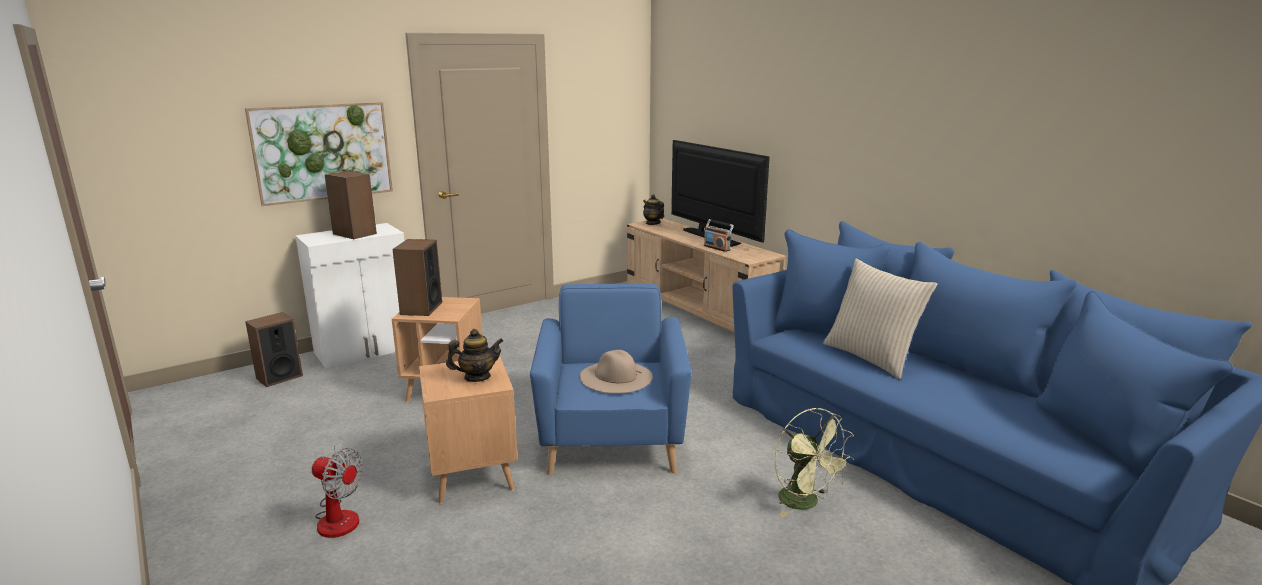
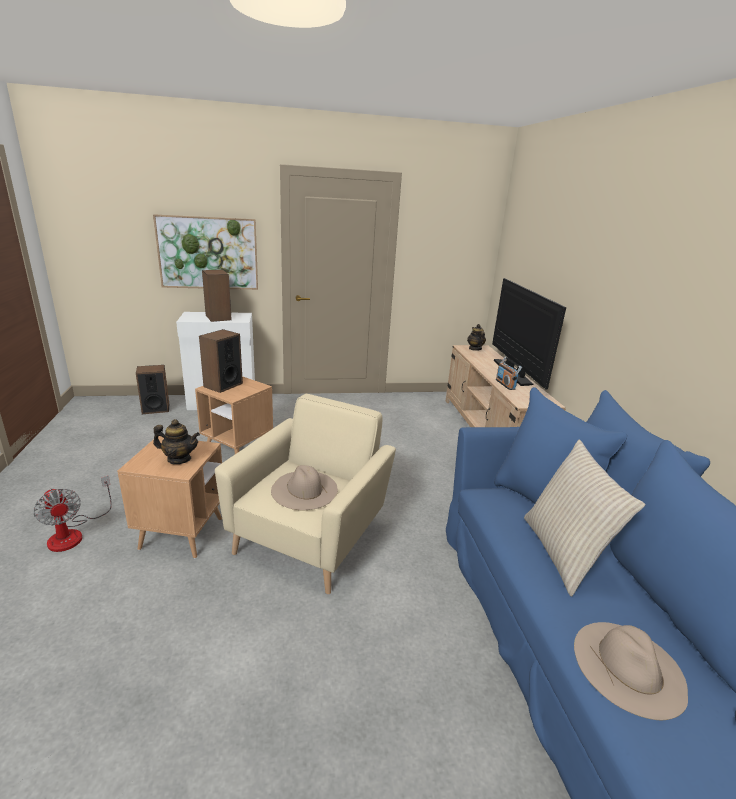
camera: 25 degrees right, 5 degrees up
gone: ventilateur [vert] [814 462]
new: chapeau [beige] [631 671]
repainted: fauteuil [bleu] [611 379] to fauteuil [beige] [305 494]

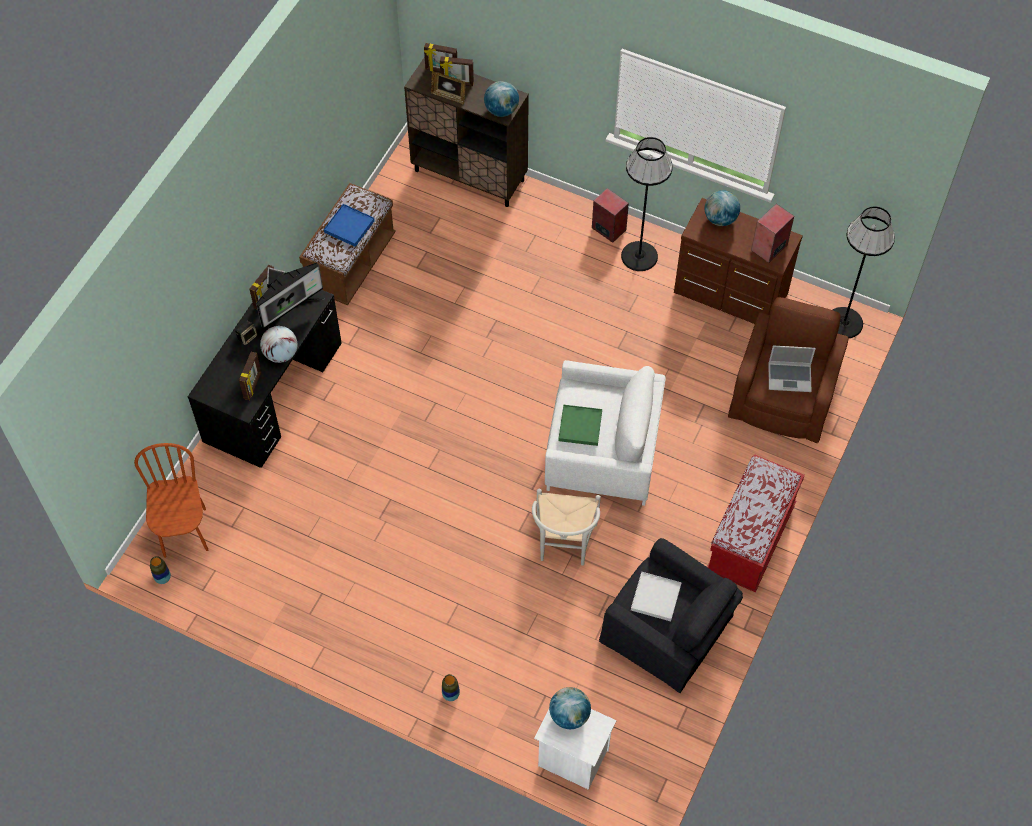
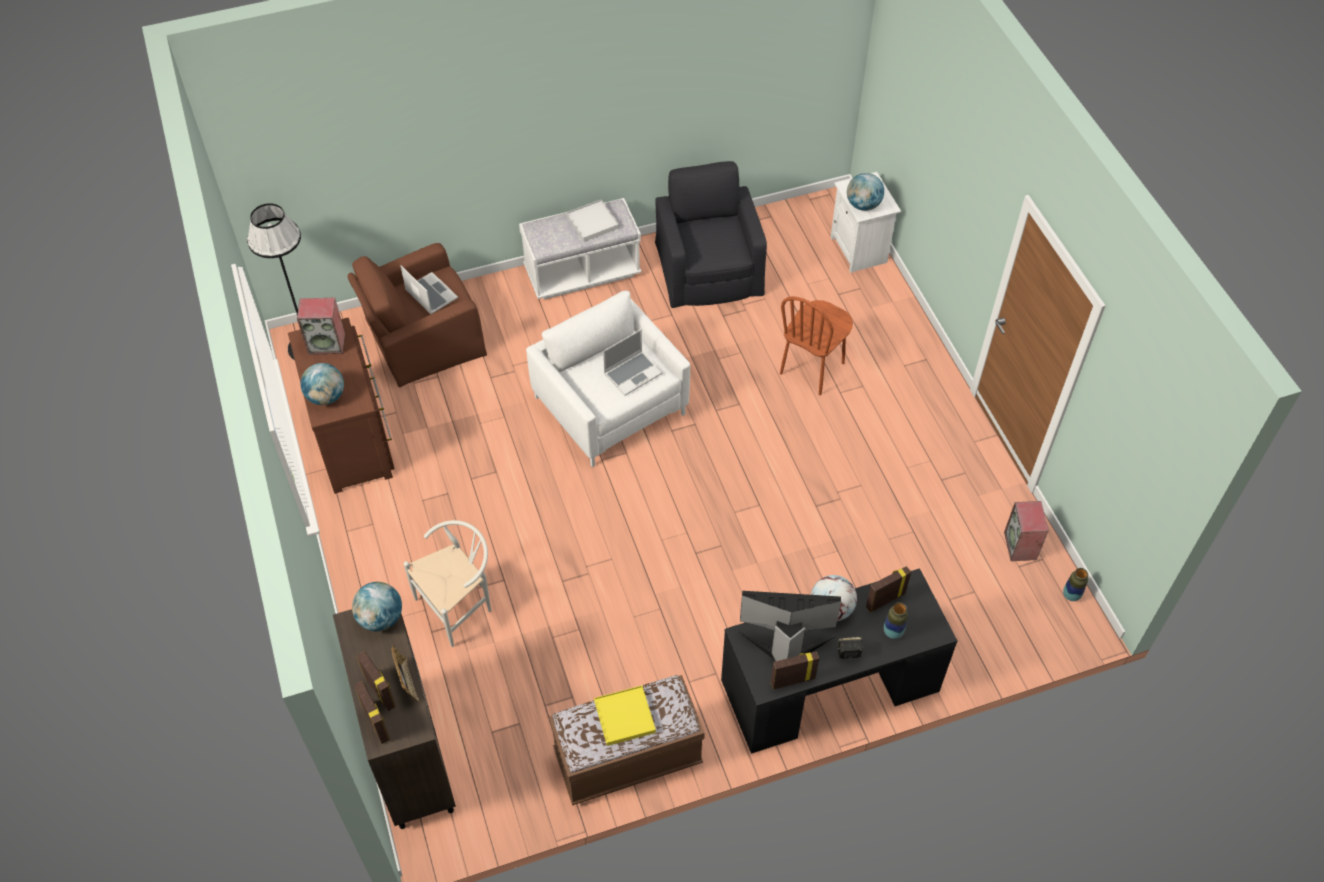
camera: 135 degrees left, 5 degrees down
gone: lampadaire [noir] [647 204]
shifted: chaise [blanc] [566 527] to [447 583]; plateau [blanc] [656 596] to [592 221]; chaise [marron] [171 500] to [816 345]; vase [451 687] to [896 620]; enceinte [610 215] to [1026 531]
swapped: plateau [vert] [580 425] to ordinateur portable [632 362]
repainted: banc [rouge] [755 523] to banc [blanc] [580 248]; plateau [bleu] [349 225] to plateau [jaune] [625 715]

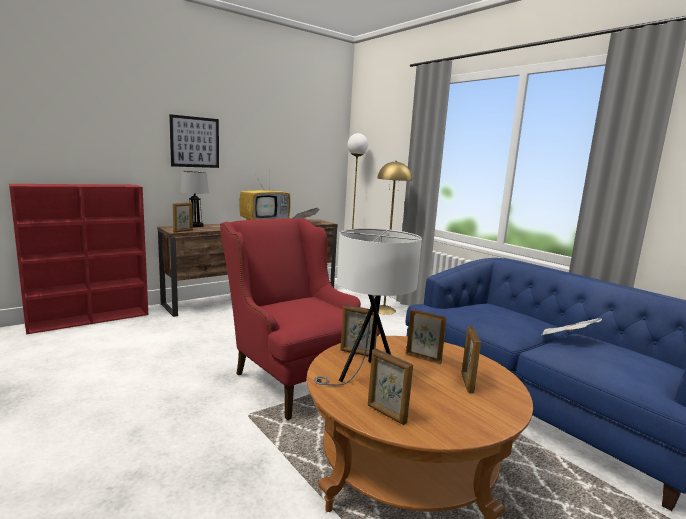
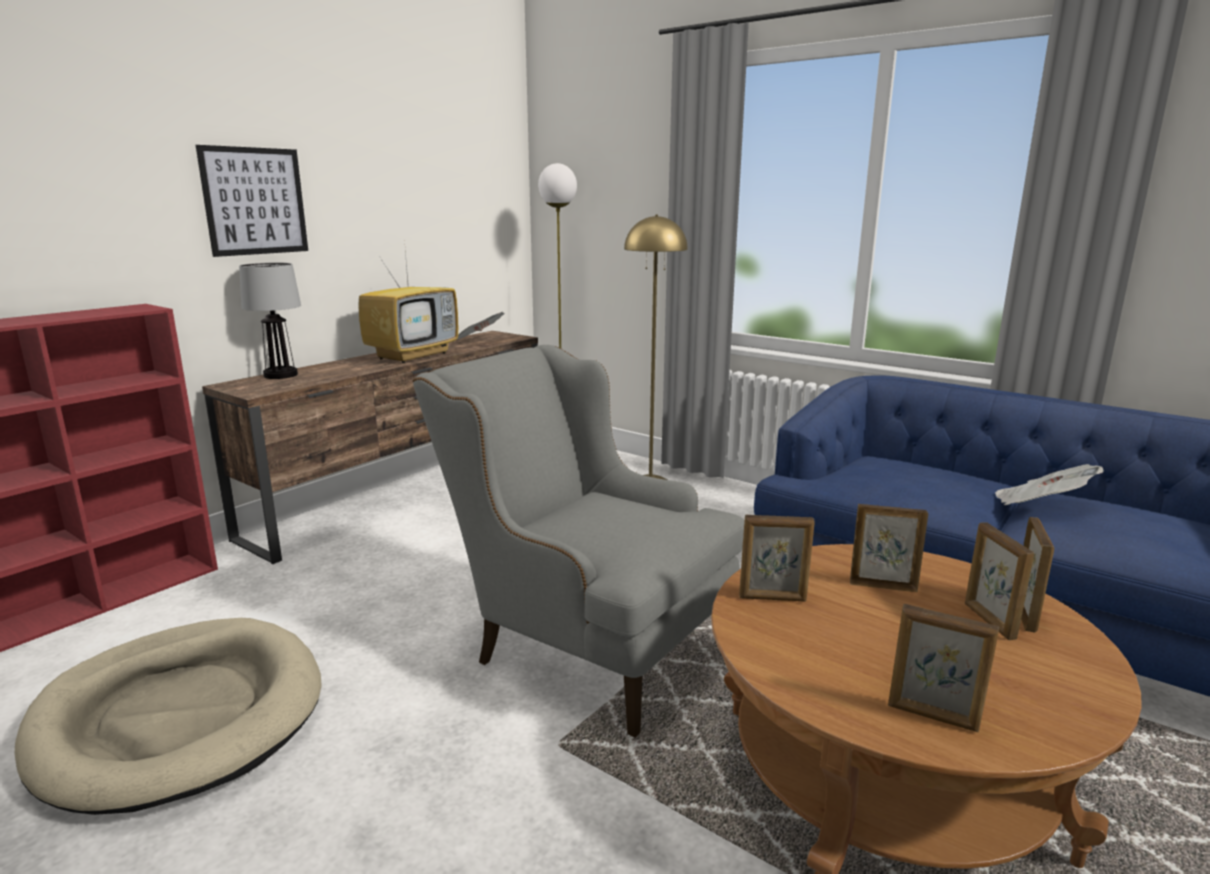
camera: 15 degrees left, 5 degrees up
gone: lampe de table [blanc] [368 306]
new: panier pour chien [beige] [168 716]
shifted: cadre photo [183 217] to [1037 575]
repainted: fauteuil [rouge] [300 319] to fauteuil [gris] [578 541]

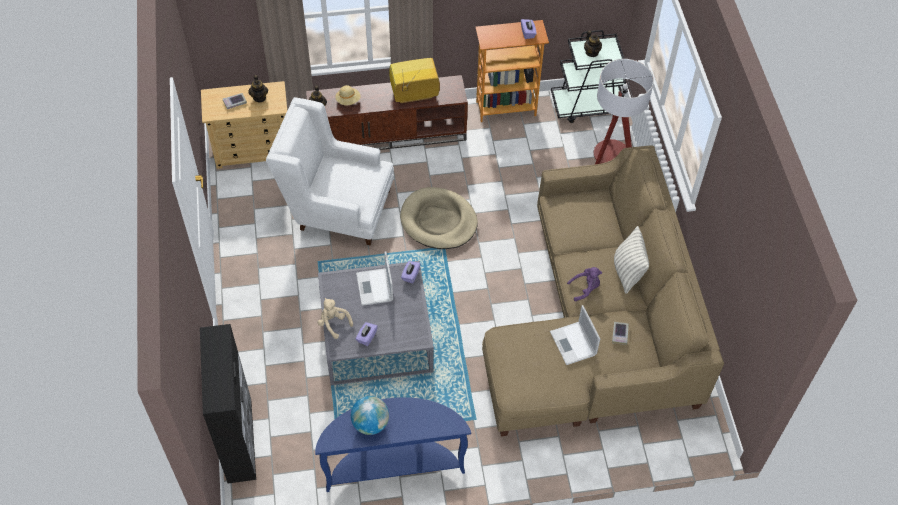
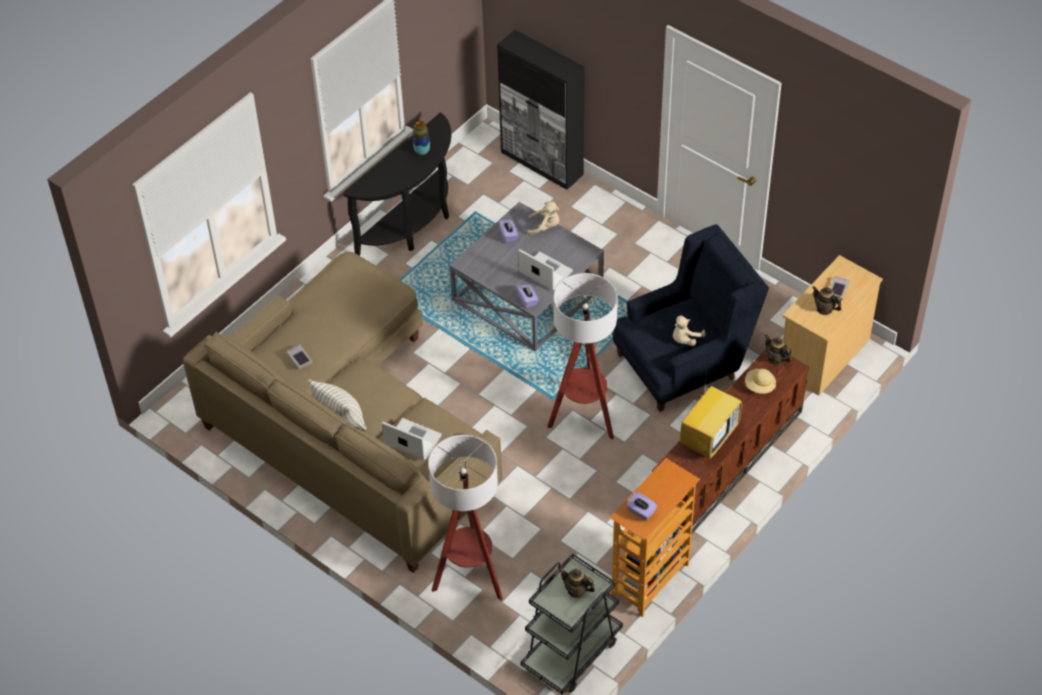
camera: 140 degrees right, 5 degrees down
gone: peluche [violet] [584 284]
new: peluche [beige] [689 331]
shifted: ordinateur portable [575 335] to [412 439]
swapped: globe [370 415] to vase [421 138]; panier pour chien [beige] [439 218] to lampadaire [582 356]
repainted: table console [bleu] [393 444] to table console [noir] [397 184]; fauteuil [blanc] [330 171] to fauteuil [bleu] [691 318]

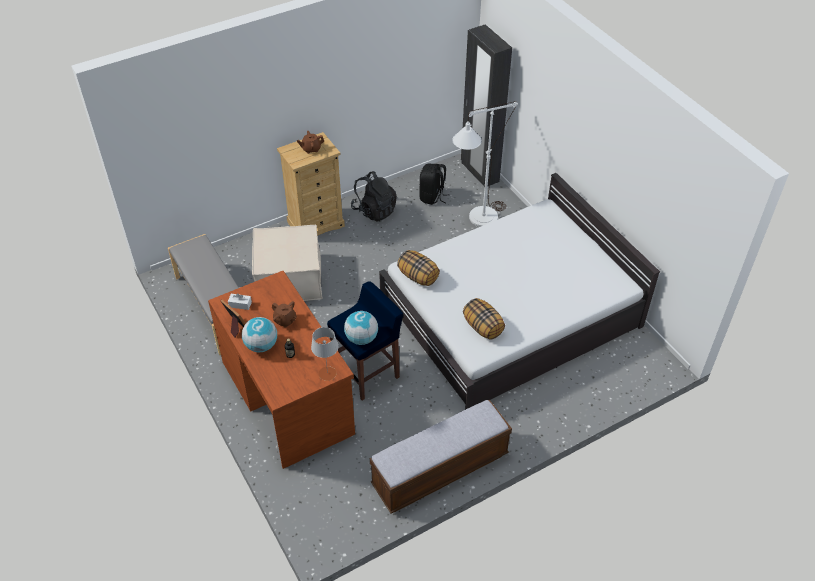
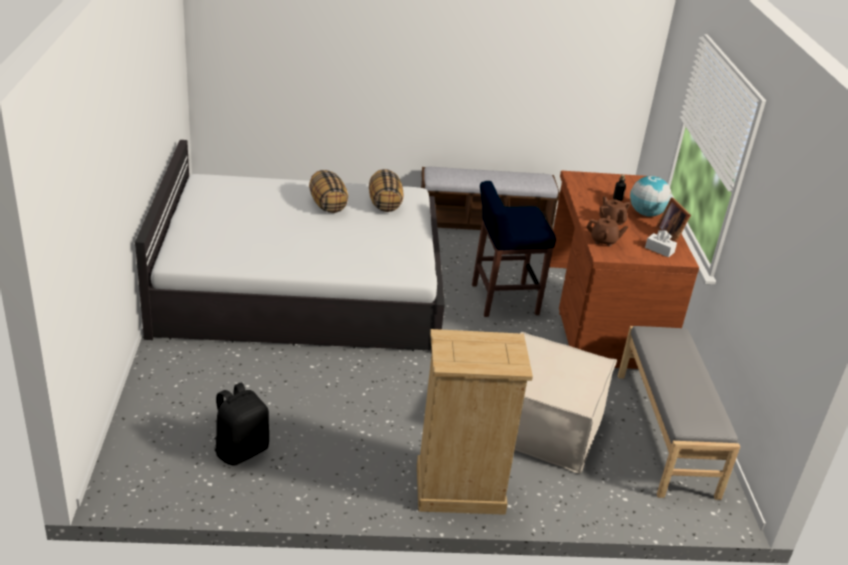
camera: 155 degrees left, 15 degrees down
gone: lampe de table [gris] [324 354]; globe [361 328]; sac à dos [noir] [374 196]; lampadaire [blanc] [484 164]; armoire [noir] [486 106]
shifted: coussin [418 268] to [328 191]; théière [marron] [310 142] to [607 231]

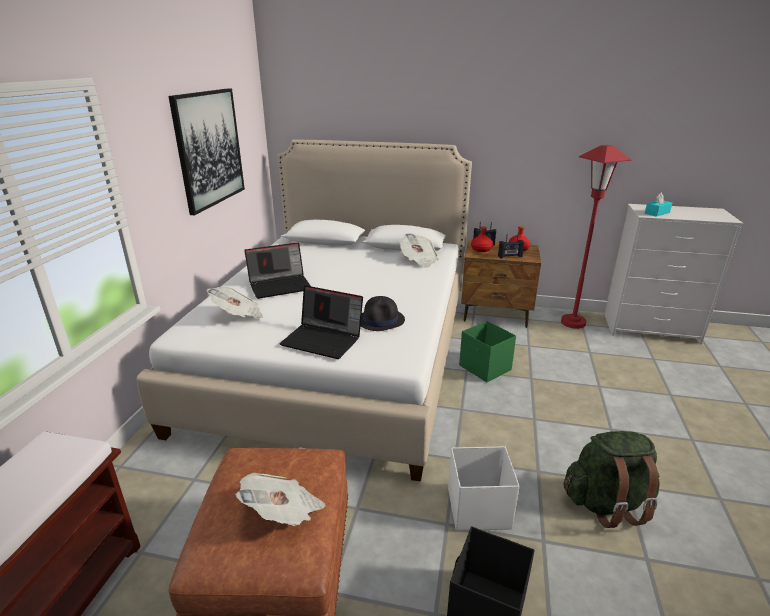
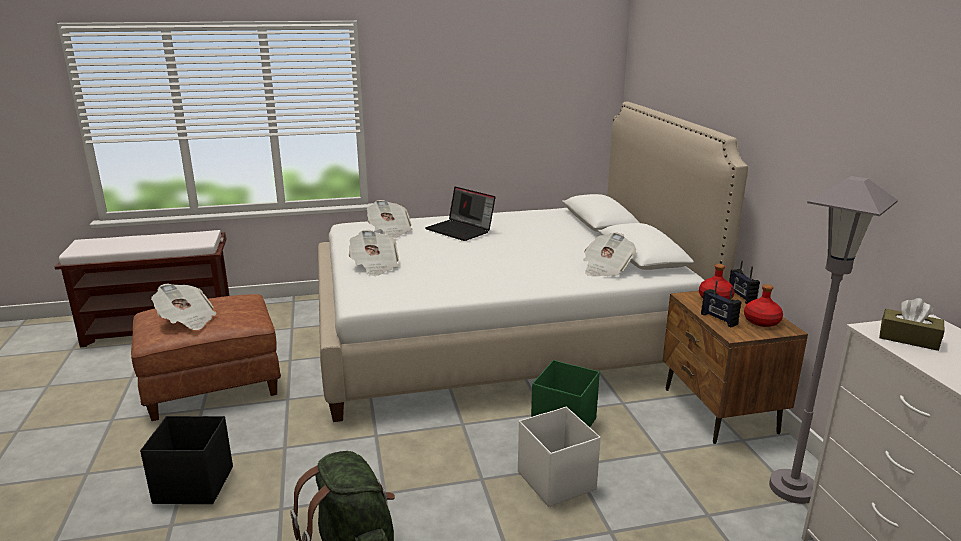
camera: 65 degrees right, 5 degrees down
gone: tableau [206 151]; chapeau [noir] [382 313]
shifted: boîte de rangement [blanc] [484 488] to [559 457]
swapped: ordinateur portable [321 322] to journal [373 253]
repainted: lampadaire [rouge] [596 237] to lampadaire [gris] [833 340]; boîte à mouchoirs [turquoise] [658 204] to boîte à mouchoirs [marron] [912 324]

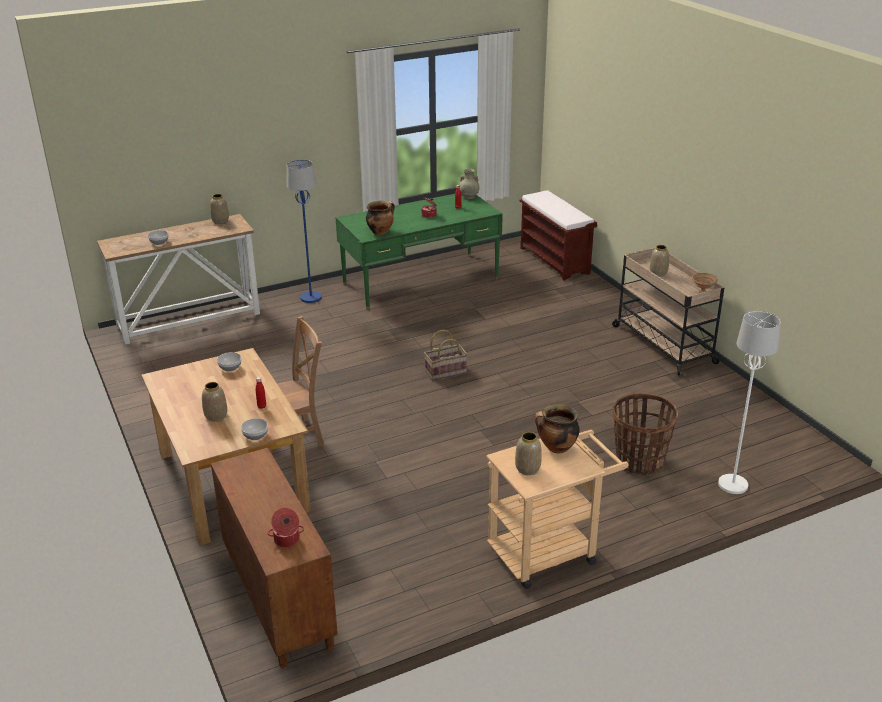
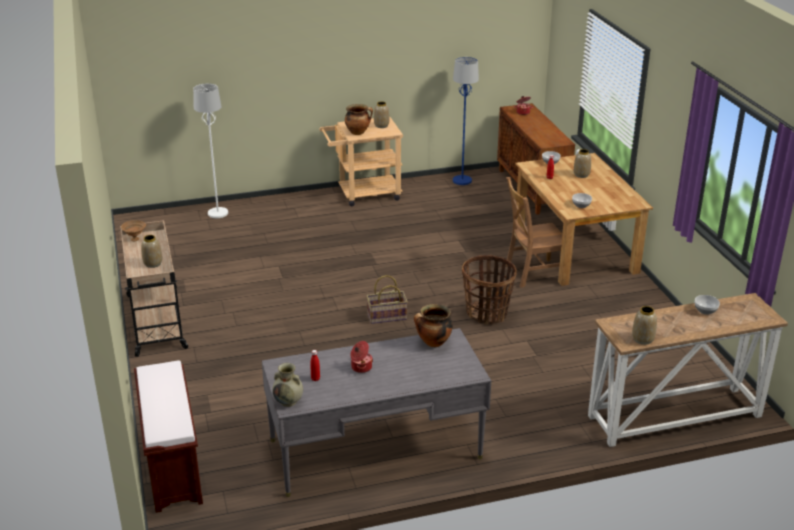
camera: 170 degrees left, 0 degrees up
shifted: lampadaire [bleu] [304 231] to [466 121]; panier [645 434] to [489 290]
repainted: bureau [vert] [419 252] to bureau [gris] [376 412]

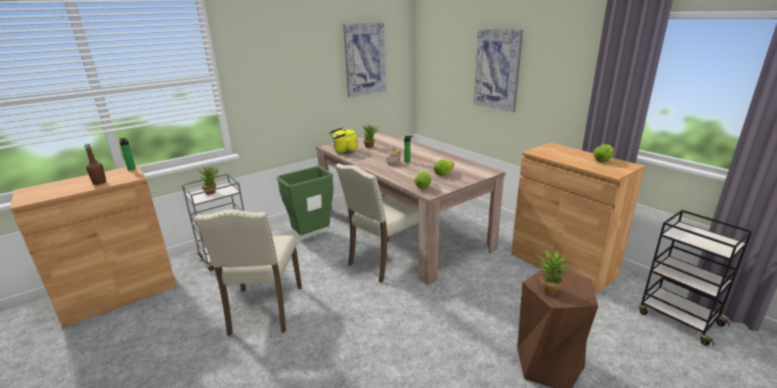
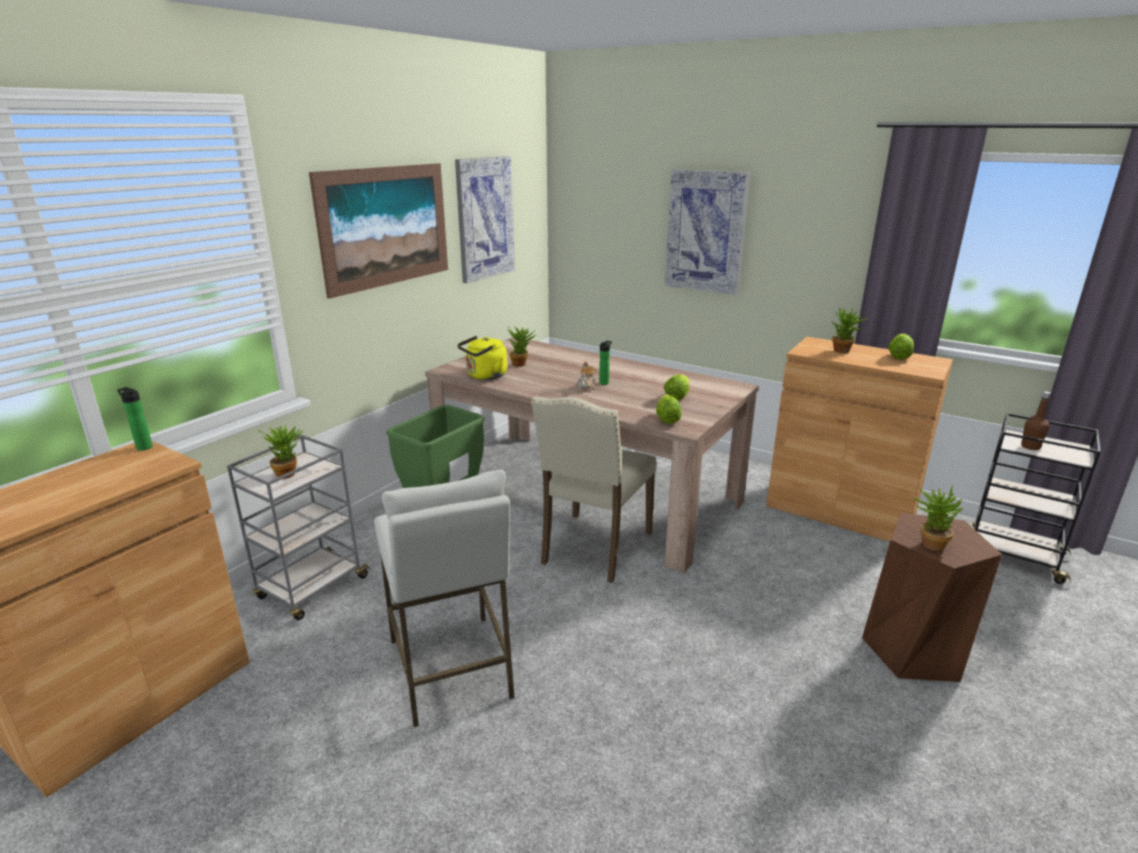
camera: 20 degrees left, 0 degrees up
new: tableau [378 231]; plante en pot [850 330]
shifted: bouteille [marron] [95 164] to [1036 420]
swapped: chaise [beige] [248 273] to tabouret [blanc] [444 598]

